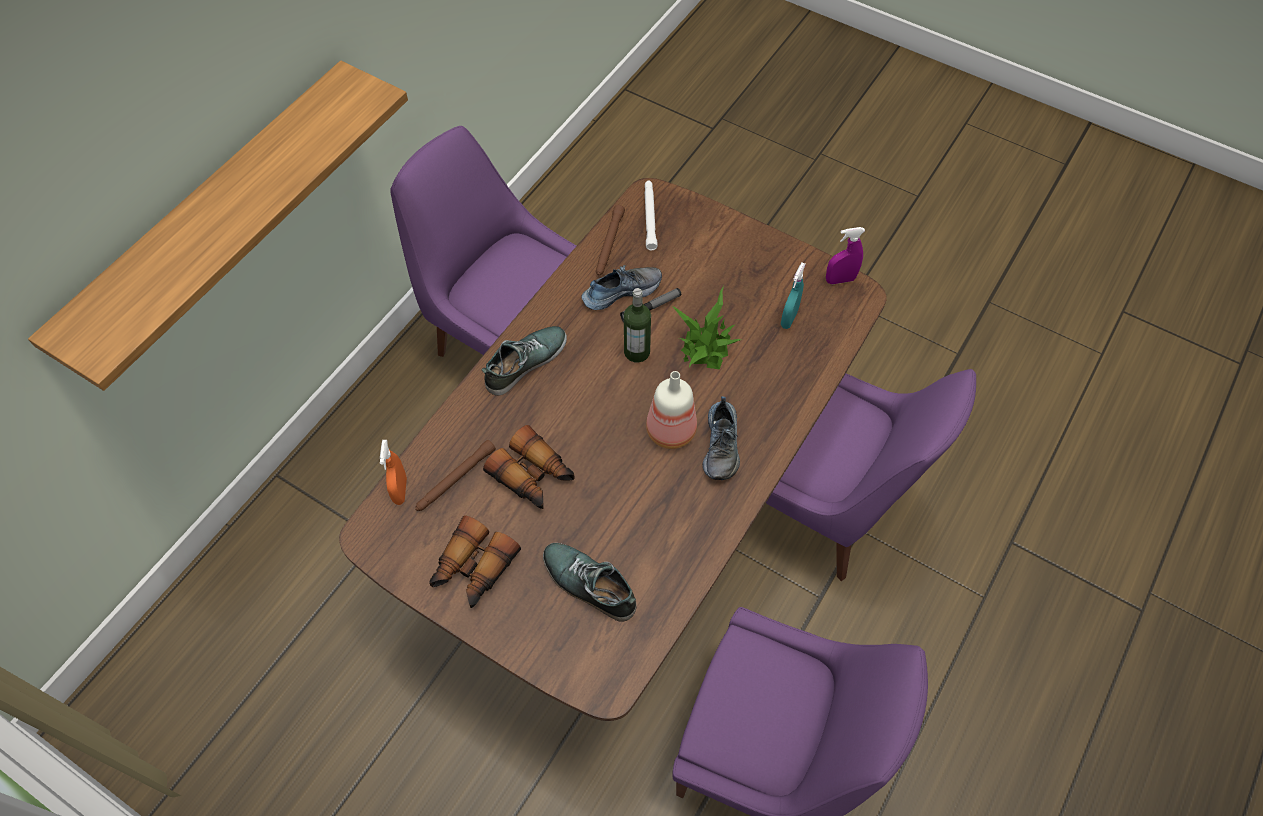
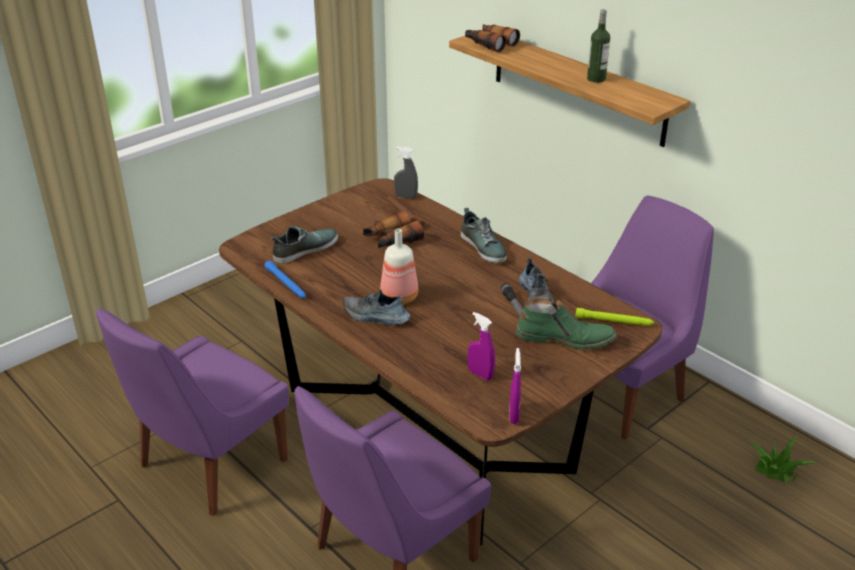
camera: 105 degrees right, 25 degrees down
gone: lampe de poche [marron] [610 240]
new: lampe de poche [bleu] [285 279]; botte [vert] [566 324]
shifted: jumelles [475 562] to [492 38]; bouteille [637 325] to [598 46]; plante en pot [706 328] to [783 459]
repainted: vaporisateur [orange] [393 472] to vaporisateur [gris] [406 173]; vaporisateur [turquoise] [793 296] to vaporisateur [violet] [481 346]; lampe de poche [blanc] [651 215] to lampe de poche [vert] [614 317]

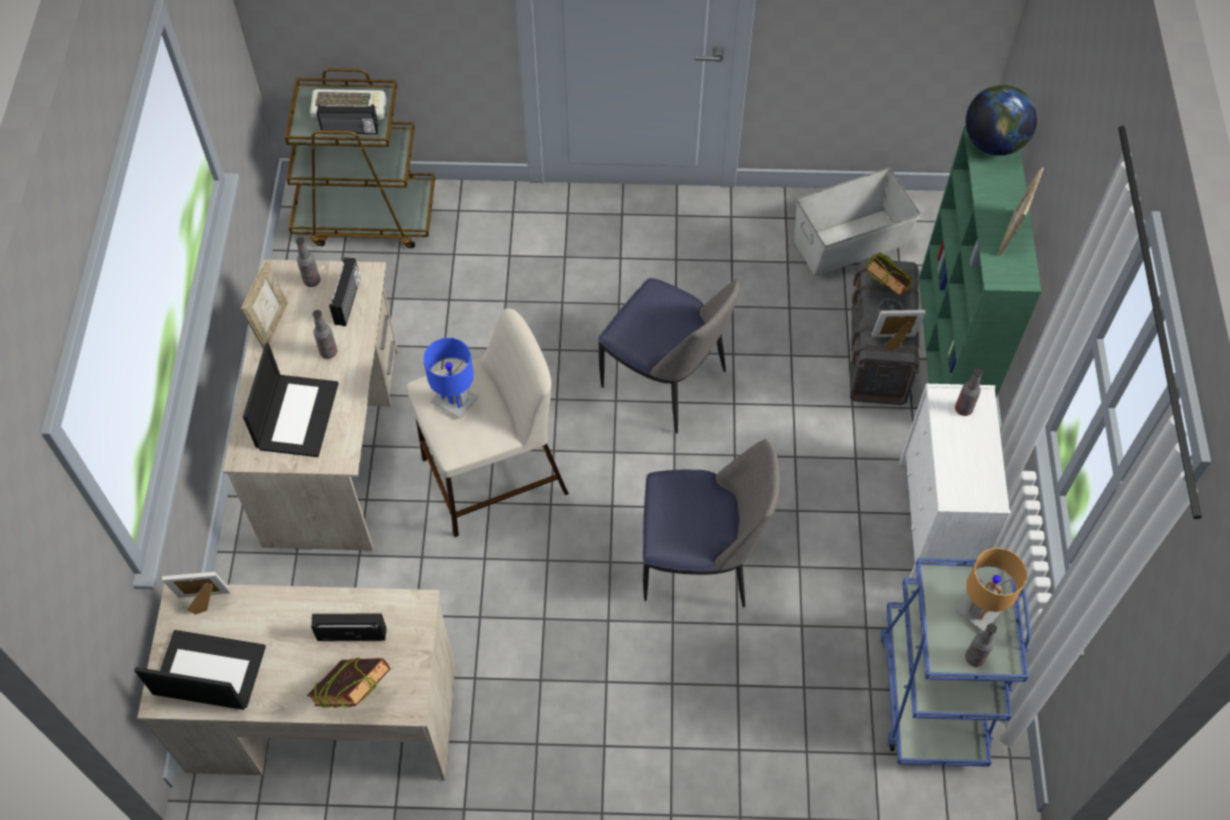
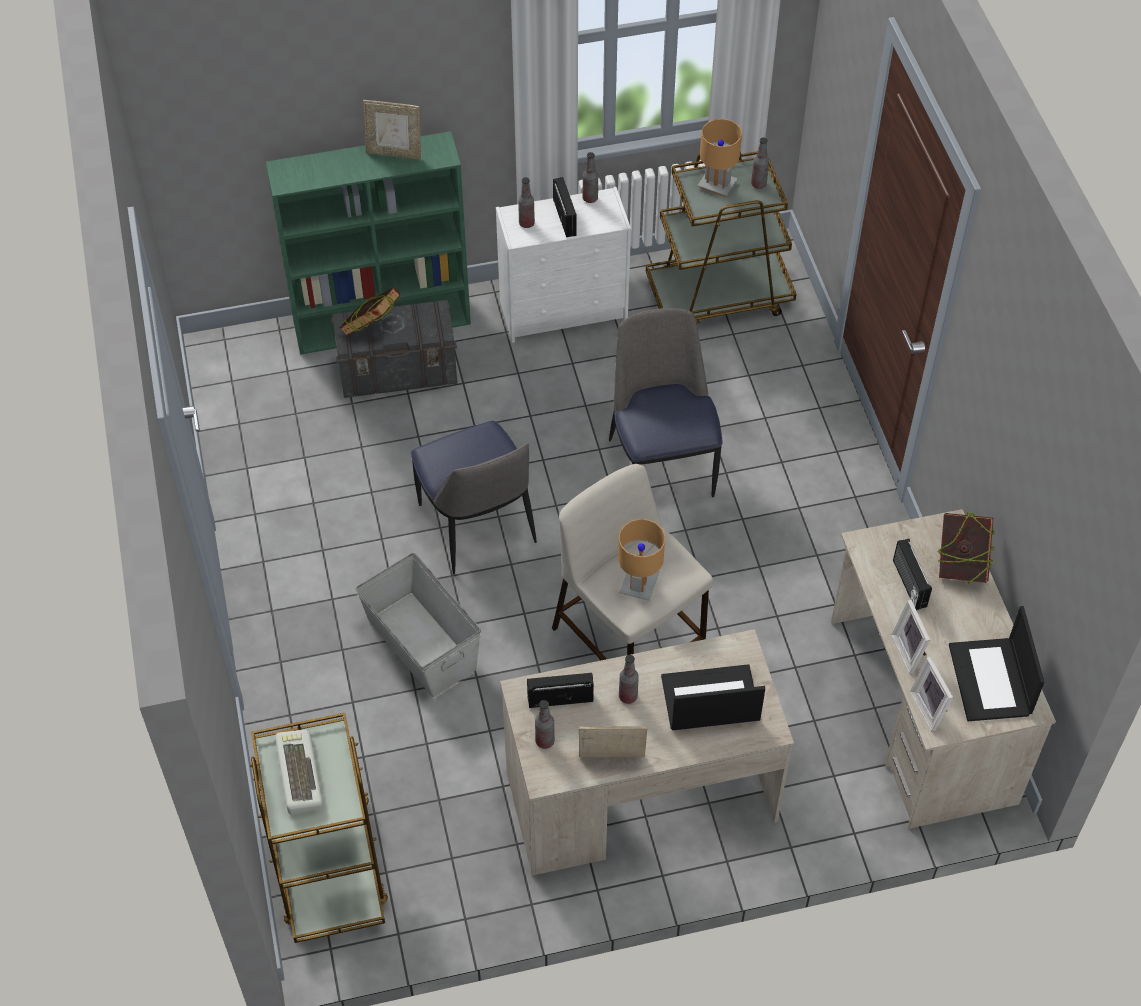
camera: 105 degrees left, 5 degrees down
gone: globe [1001 120]
new: bouteille [590 177]
shifted: boîte de rangement [gris] [857 222] to [418 625]; radio [347 119] to [564 207]; cadre photo [899 330] to [910 637]
repainted: lampe de table [bleu] [451 378] to lampe de table [marron] [641 560]; chariot [bleu] [956 662] to chariot [marron] [721 237]
rotated: chaise [669 356] = [474 498] 135 degrees clockwise

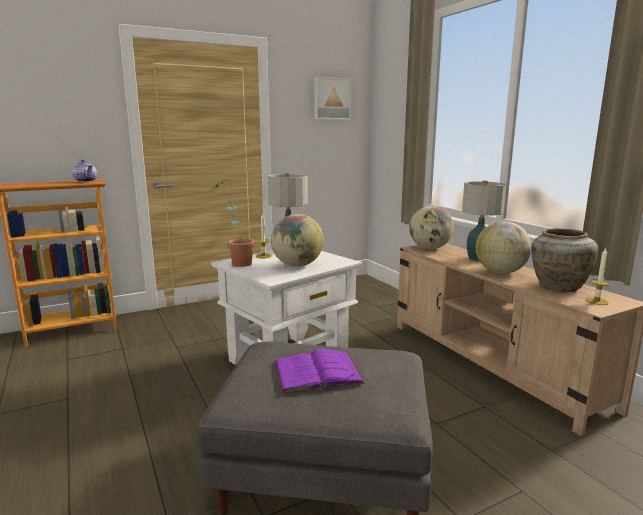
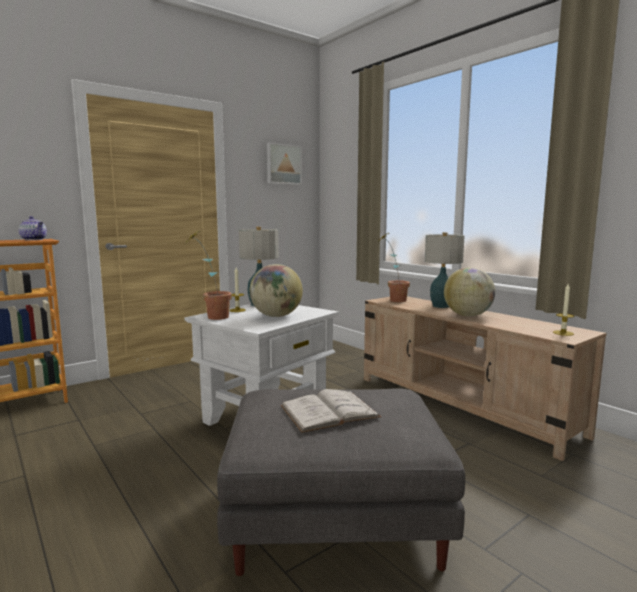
camera: 10 degrees left, 5 degrees down
gone: vase [beige] [564 260]
swapped: globe [431 227] to plante en pot [394 267]
repainted: livre [violet] [319 371] to livre [blanc] [330 411]

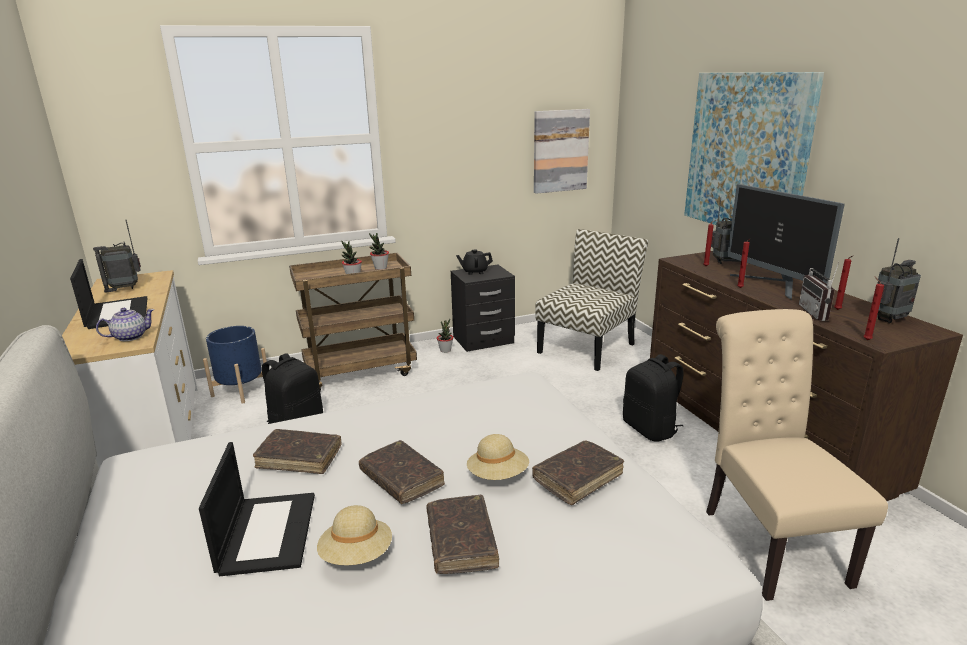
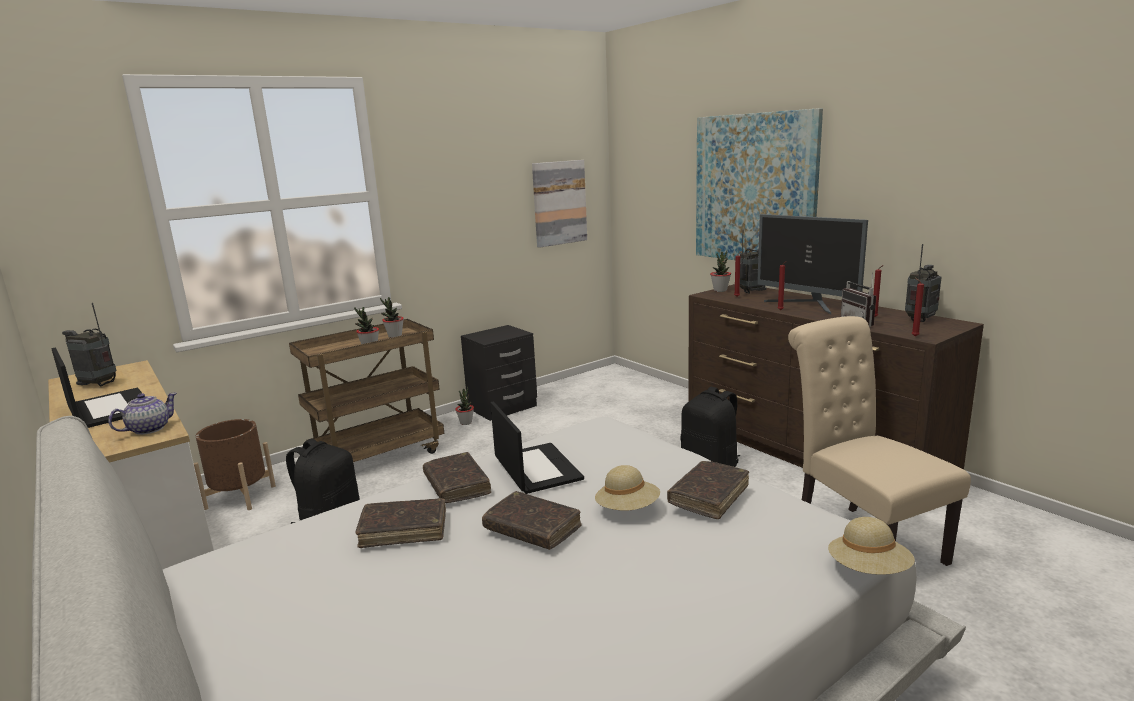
camera: 15 degrees left, 5 degrees down
gone: théière [noir] [474 262]; chaise [591 300]
new: plante en pot [721 271]
shifted: livre [marron] [462 534] to [457 477]; ordinateur portable [257 509] to [537 447]; chapeau [beige] [354 535] to [871 546]
repainted: cache-pot [bleu] [235 365] to cache-pot [marron] [235 464]
rotated: radio [117 256] = [89 344] 60 degrees clockwise

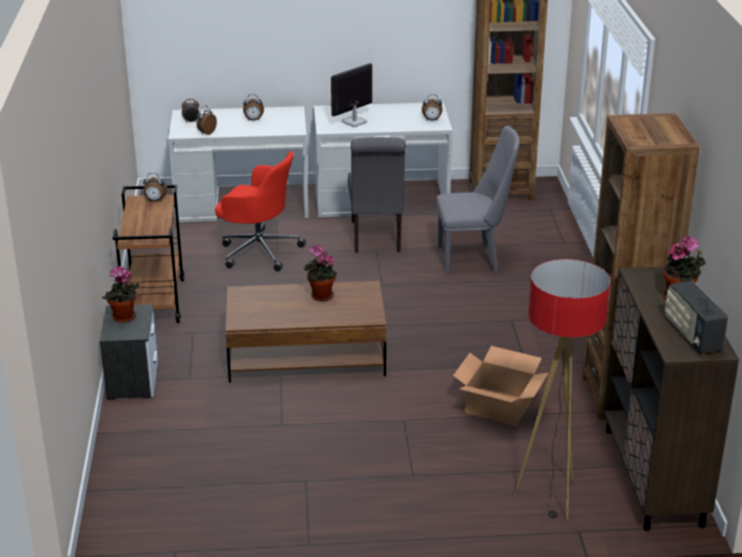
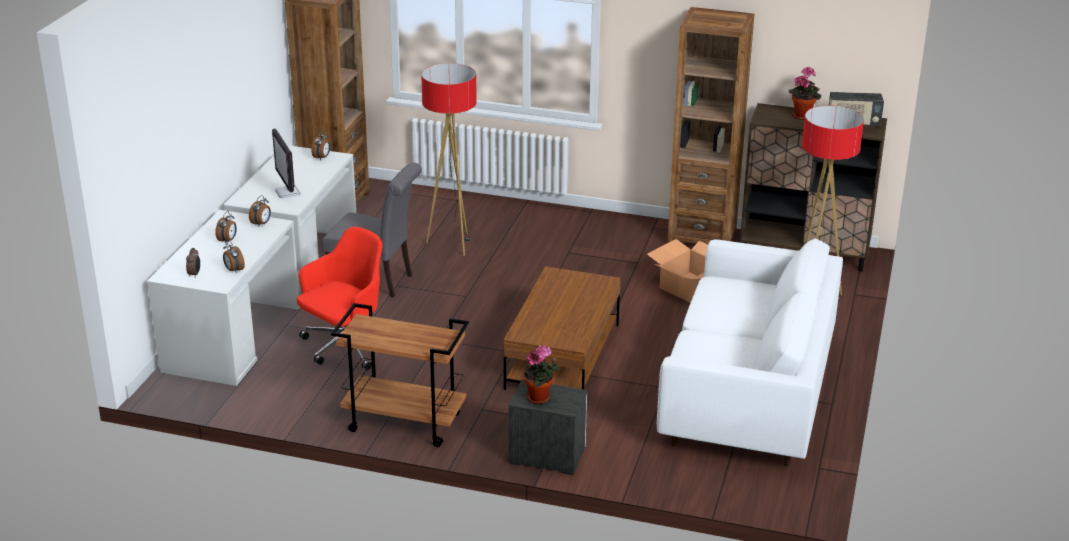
camera: 70 degrees left, 0 degrees up
gone: plante en pot [320 273]
new: canapé [blanc] [750 352]
shifted: réveil [155 187] to [260 211]
swapped: chaise [gris] [478 199] to lampadaire [449 159]

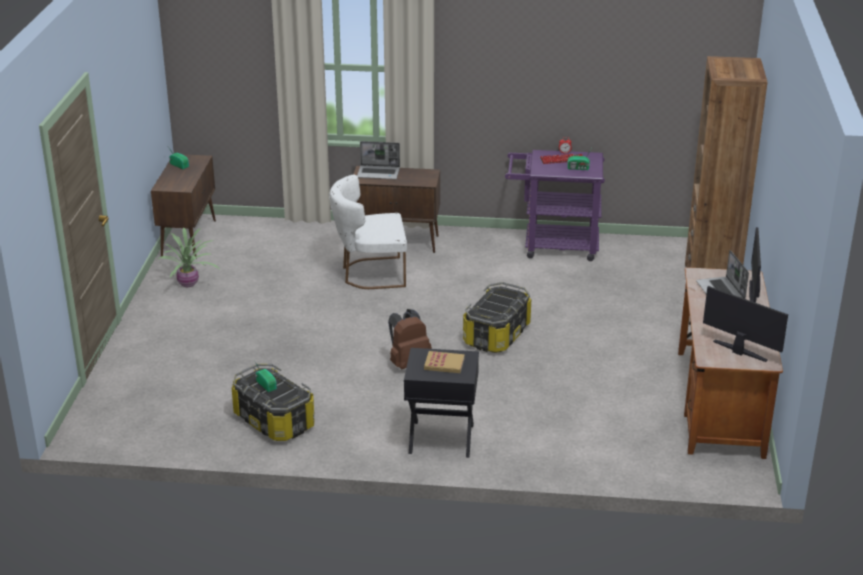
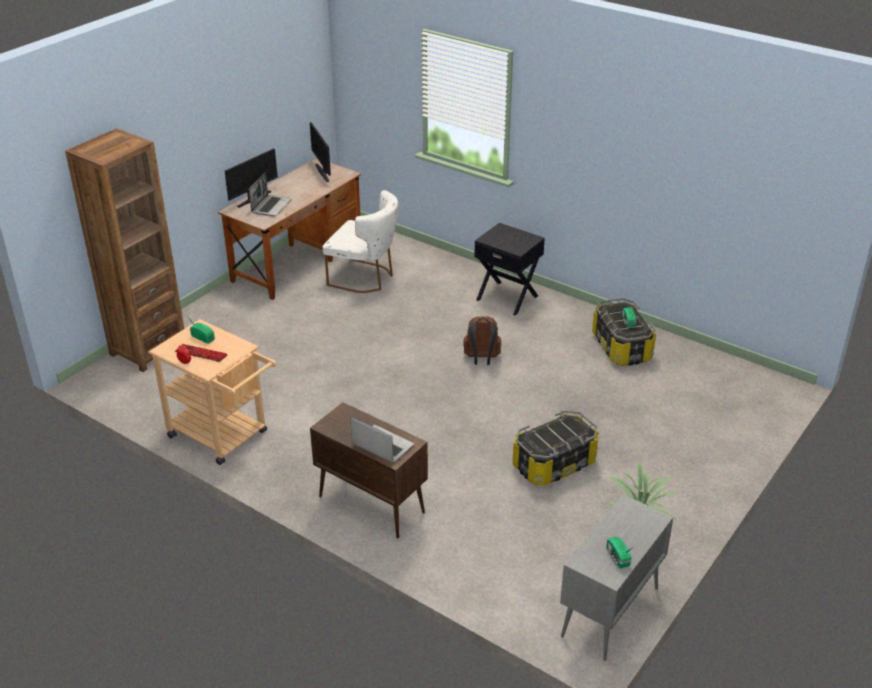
camera: 150 degrees left, 5 degrees up
gone: livre [444 362]
shifted: chaise [blanc] [368 231] to [360 241]; boîte de rangement [497 317] to [556 448]
repainted: chariot [violet] [555 205] to chariot [beige] [212 392]; meuble de rangement [marron] [183 205] to meuble de rangement [gris] [616 577]

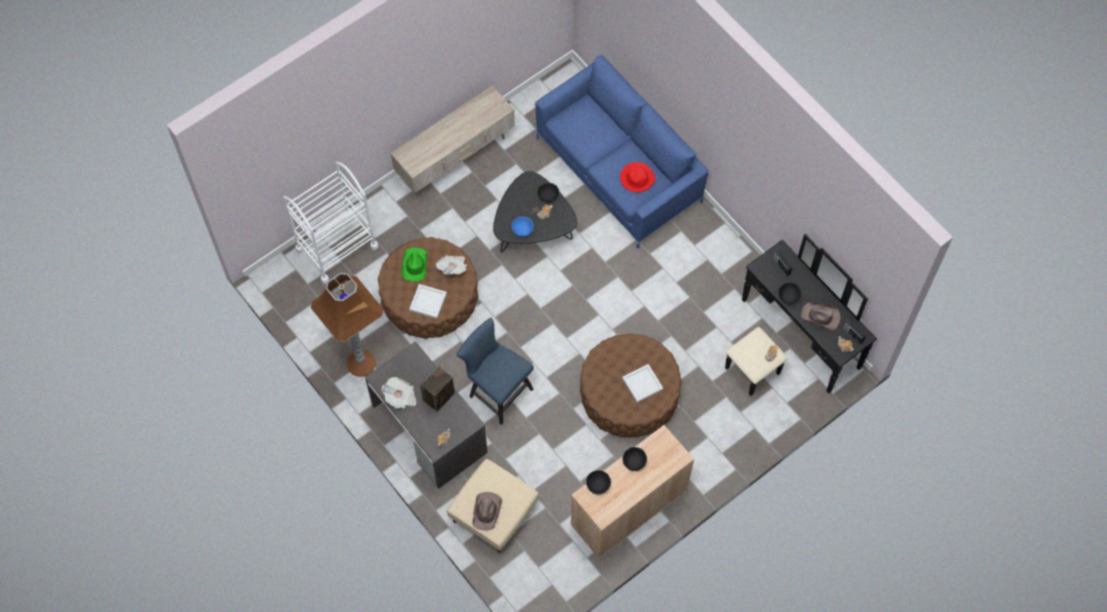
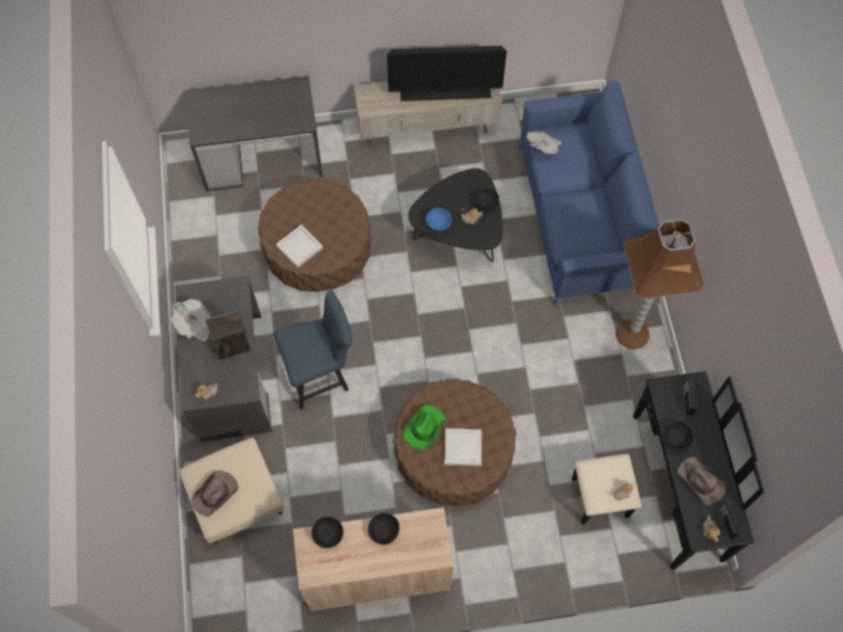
camera: 30 degrees right, 0 degrees up
gone: chapeau [rouge] [638 177]
new: téléviseur [447 73]
shifted: chapeau [vert] [414 265] to [424 427]; journal [451 265] to [544 143]; lampadaire [marron] [347 325] to [660 284]
swapped: chariot [blanc] [331 222] to bureau [gris] [254 133]
rotated: chaise [bleu] [495 371] = [313 350] 90 degrees clockwise

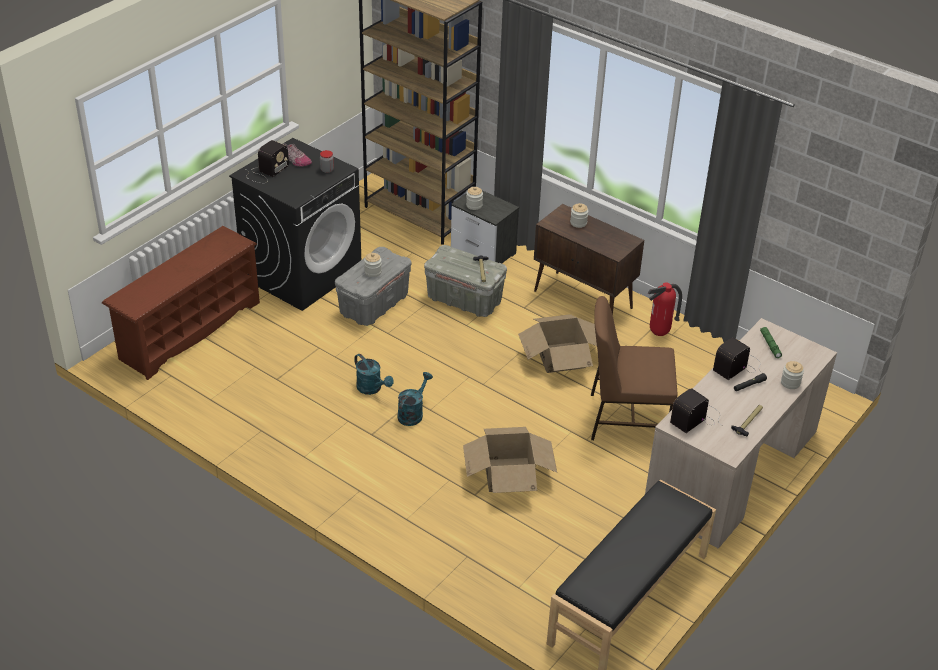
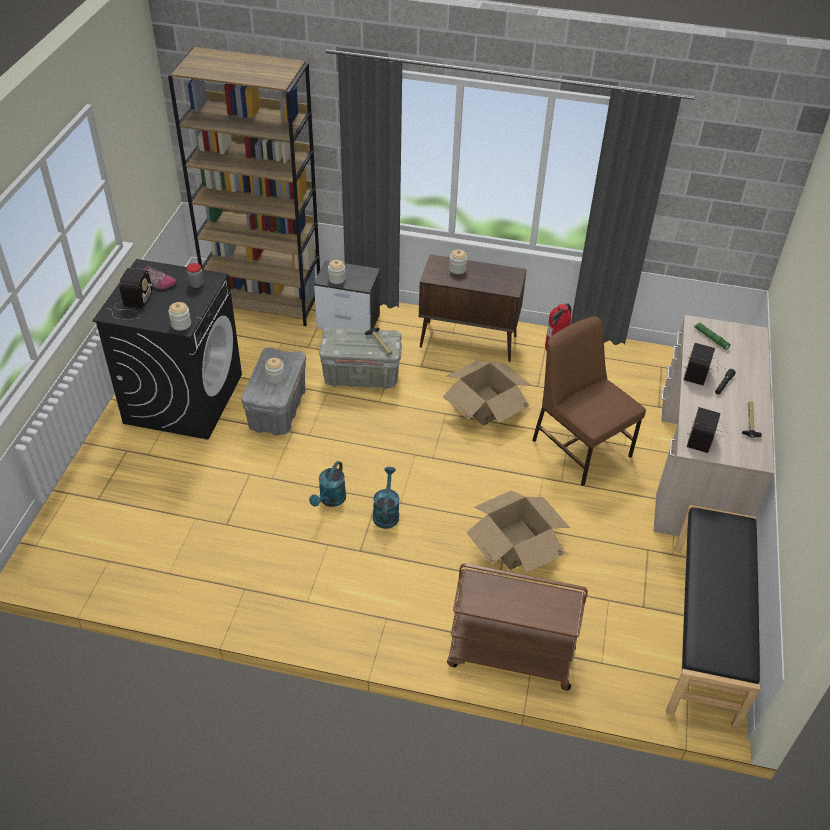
camera: 25 degrees left, 5 degrees up
gone: étagère à chaussures [marron] [181 303]
new: chariot [marron] [517 627]
shifted: bocal [792 375] to [179 316]
rotated: arrosoir [turquoise] [374 374] = [327 484] 90 degrees clockwise; chaise [marron] [634 368] = [589 401] 75 degrees clockwise

